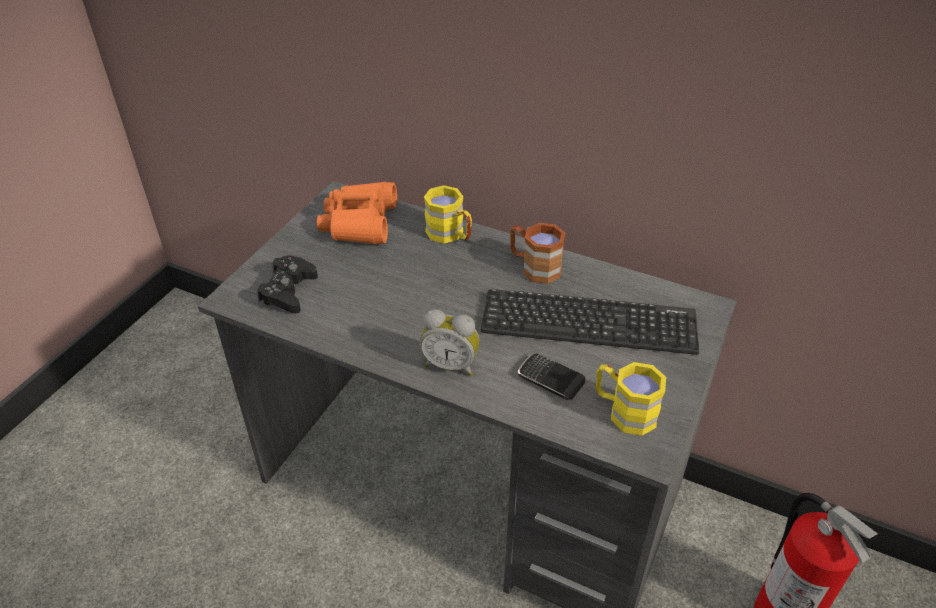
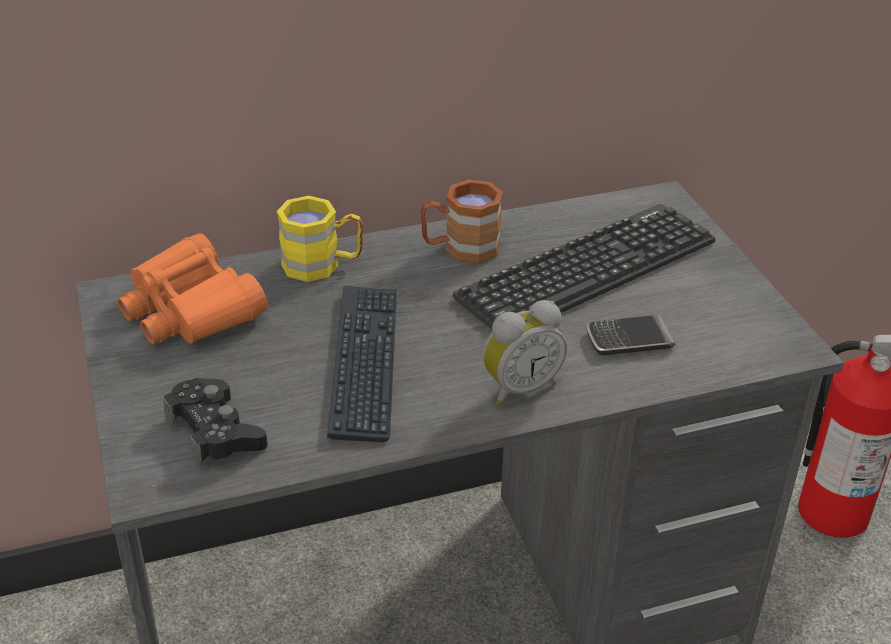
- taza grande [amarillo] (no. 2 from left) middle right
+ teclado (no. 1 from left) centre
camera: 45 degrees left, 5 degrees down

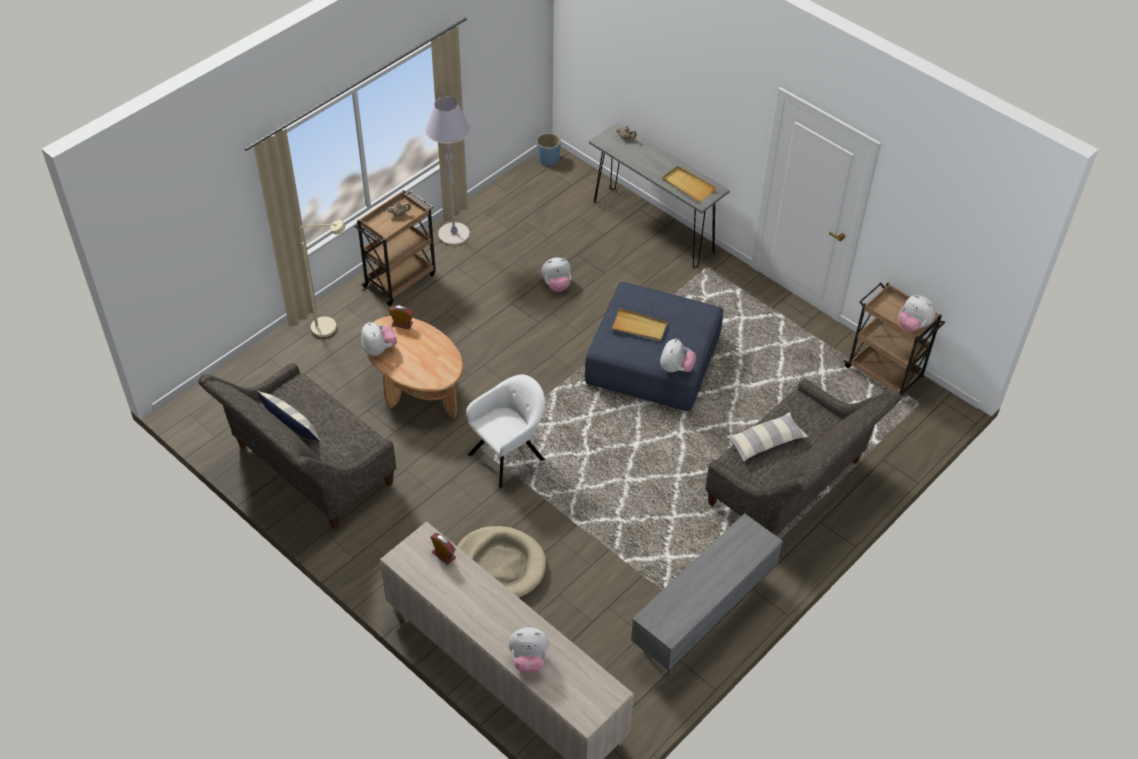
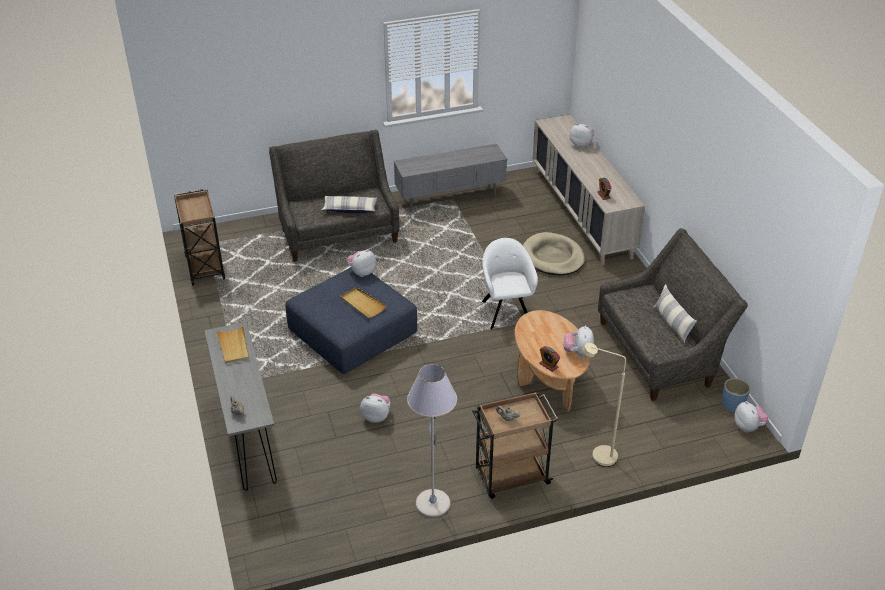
~ maceta [azul] top centre to bottom right
~ peluche (no. 5 from left) middle right to bottom right
~ sillón [blanco] centre = centre 90 degrees clockwise
camera: 150 degrees left, 10 degrees down

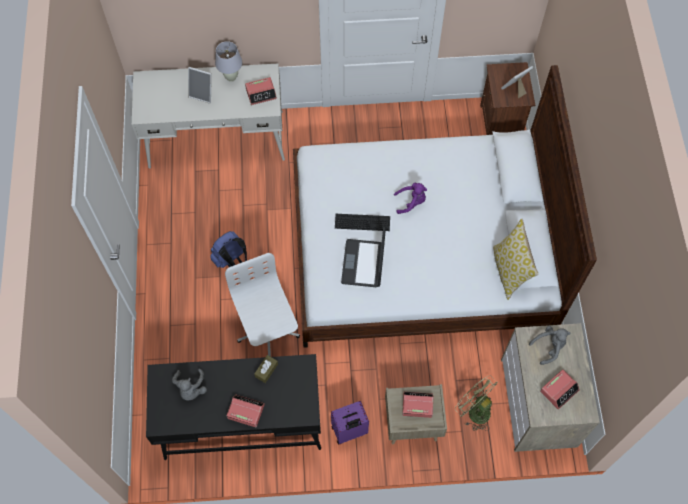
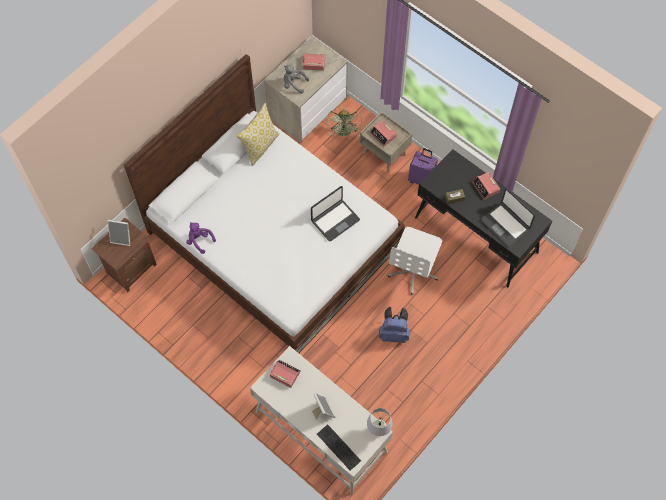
~ lámpara de mesa [blanco] top left to bottom centre
~ teclado centre to bottom centre
~ peluche [morado] centre to middle left
~ peluche [gris] (no. 1 from left) bottom left to portátil (no. 2 from left) middle right
camera: 135 degrees left, 0 degrees up

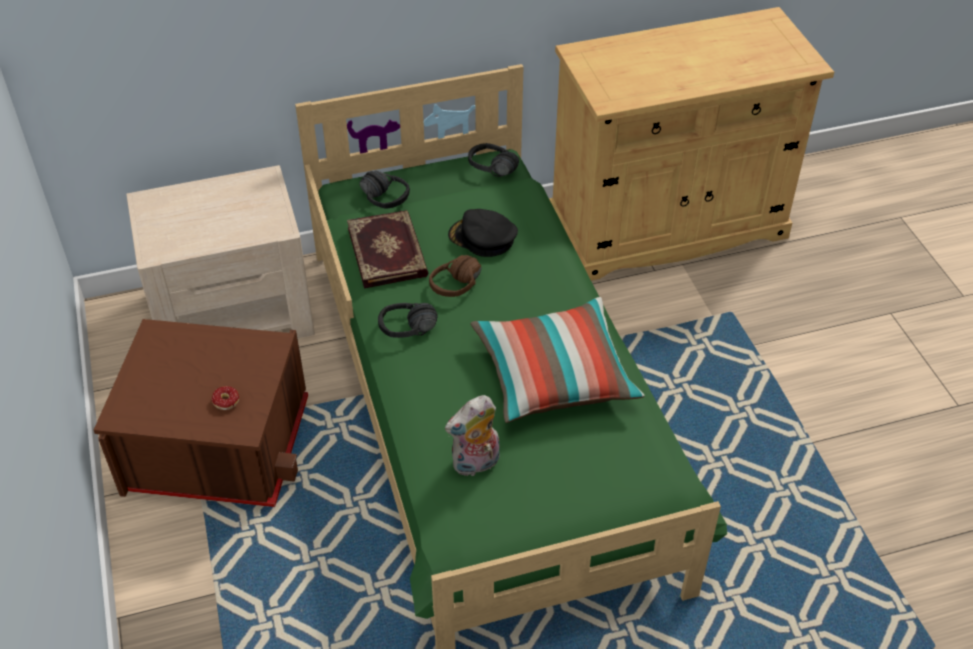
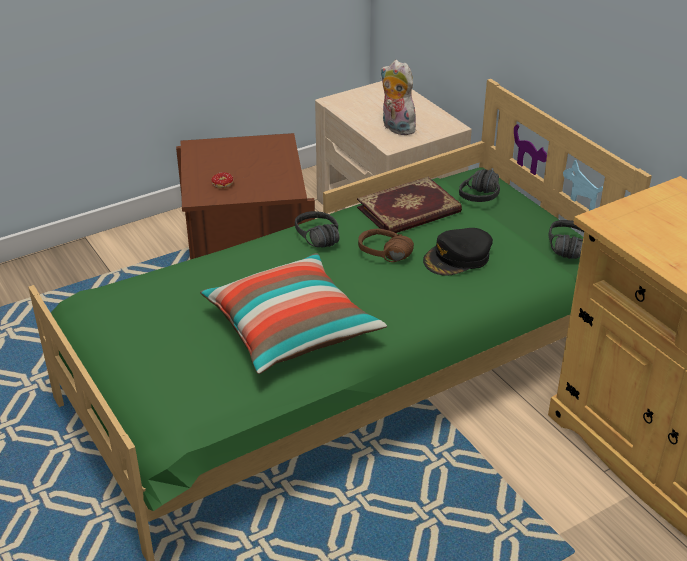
~ peluche bottom centre to top centre
~ gorra [negro] centre = middle right 135 degrees counterclockwise
camera: 75 degrees right, 10 degrees down

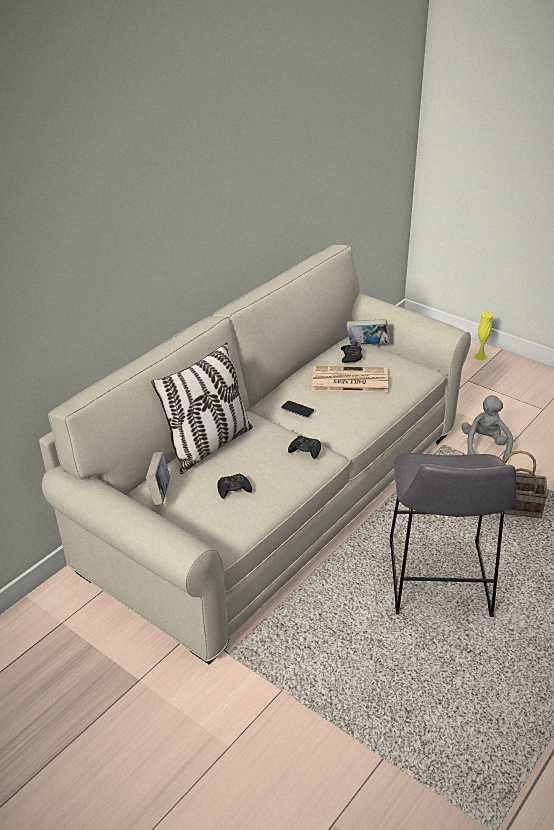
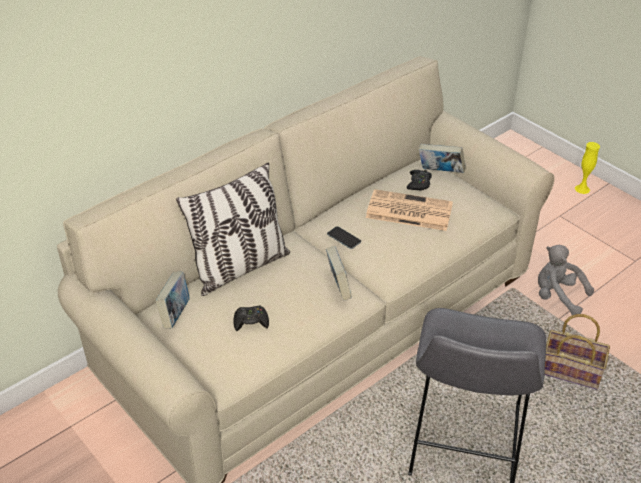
~ mando de consola [negro] (no. 2 from left) centre to libro (no. 2 from left) centre
~ peluche [gris] middle right = middle right 75 degrees counterclockwise
camera: 10 degrees right, 5 degrees up

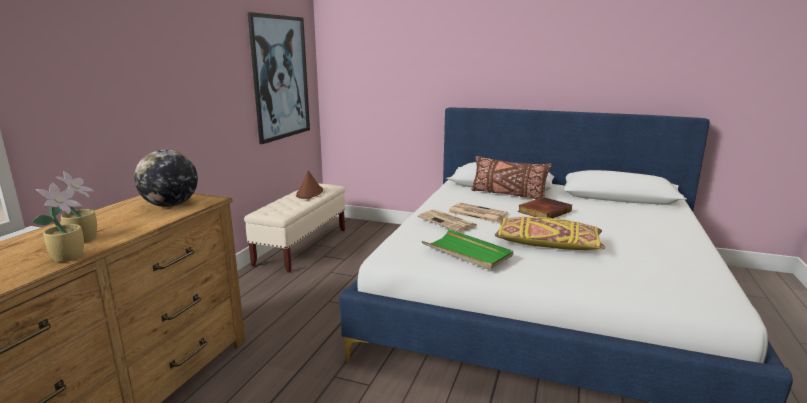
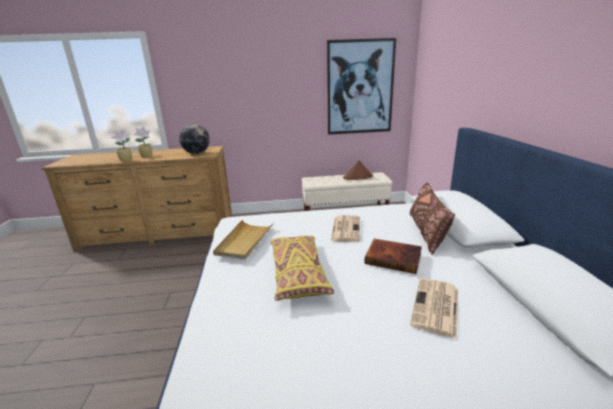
~ periódico (no. 1 from left in the first image) centre to periódico (no. 2 from left) bottom right
~ bandeja [verde] centre to bandeja [beis] centre
camera: 65 degrees right, 5 degrees up

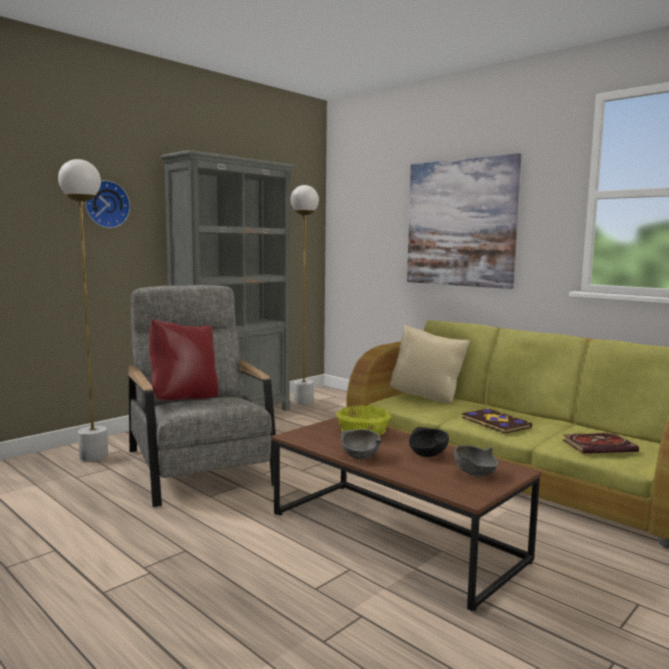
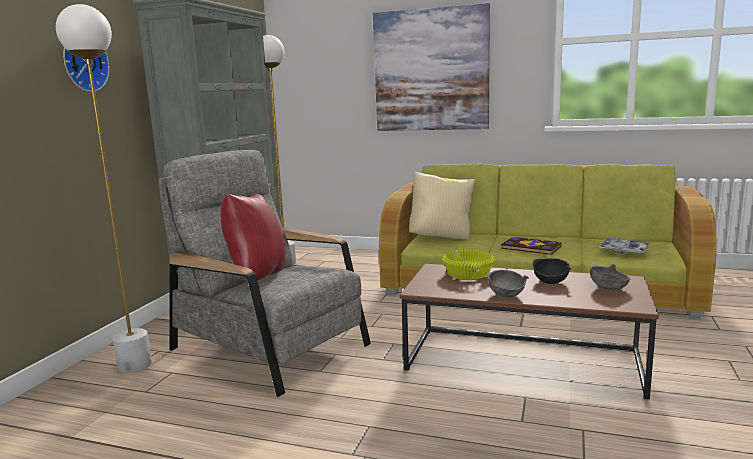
~ libro (no. 2 from left) middle right to bandeja middle right
camera: 25 degrees left, 5 degrees up

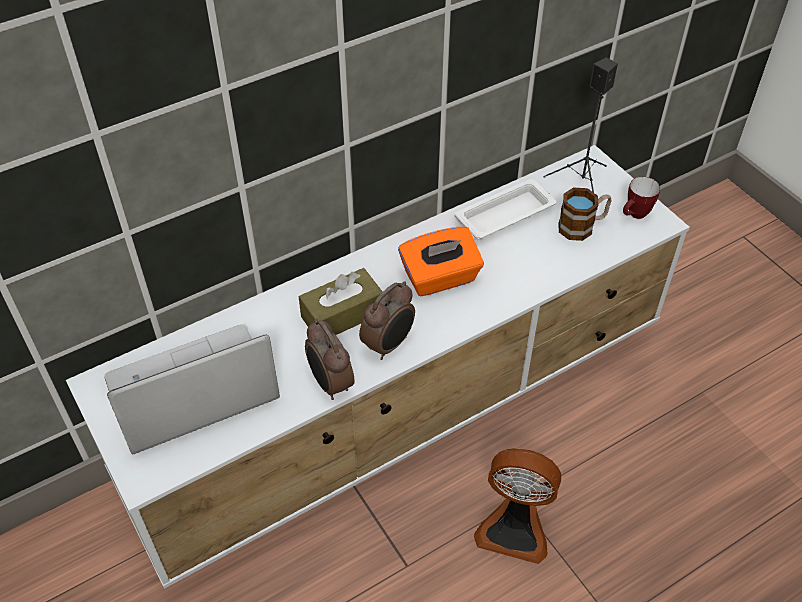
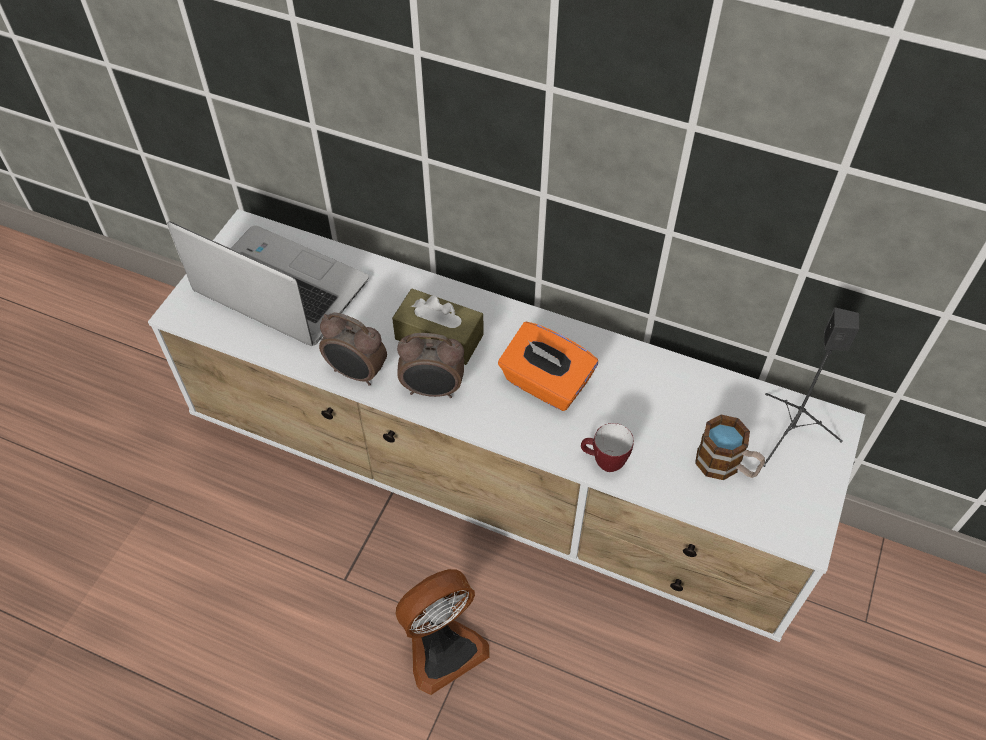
- bandeja [blanco] centre
~ taza grande (no. 2 from left in the first image) top right to taza grande (no. 1 from left) centre
~ despertador (no. 1 from left) centre = centre 90 degrees counterclockwise
~ ventilador bottom centre = bottom centre 105 degrees counterclockwise
camera: 55 degrees right, 5 degrees up

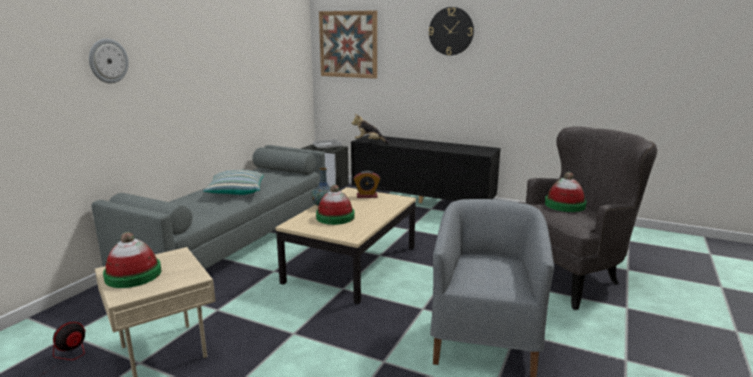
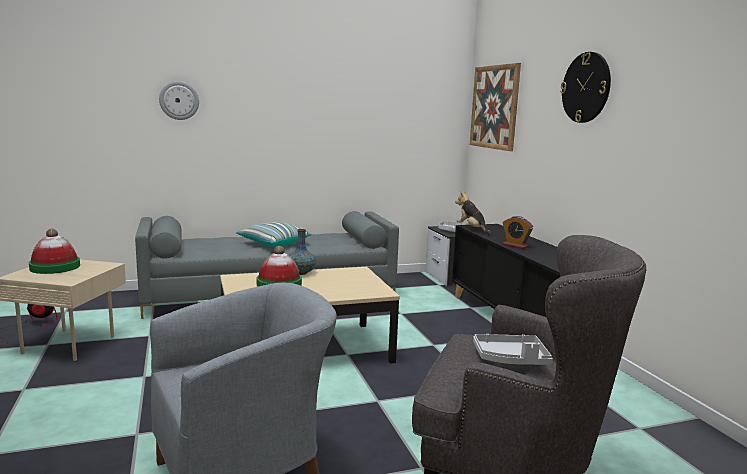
~ despertador centre to middle right
~ sombrero (no. 3 from left) middle right to bandeja [gris] (no. 2 from left) bottom right
camera: 45 degrees right, 5 degrees down

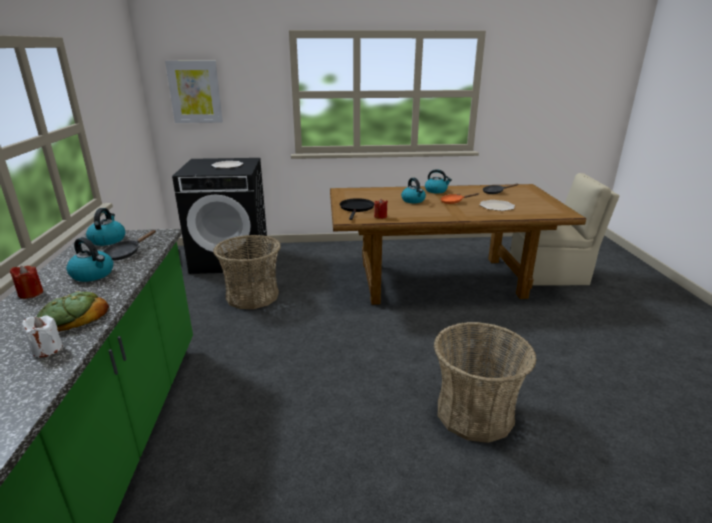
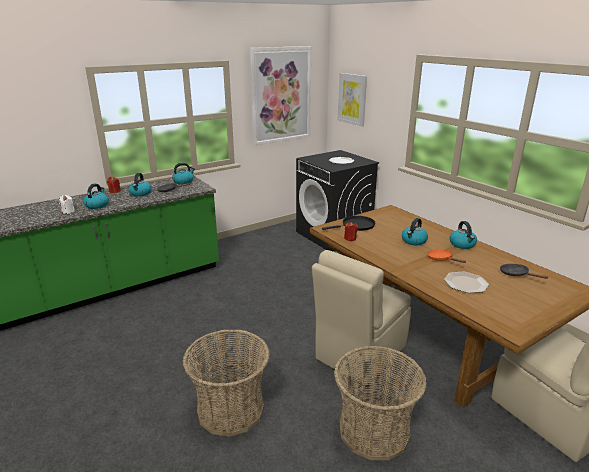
+ cuadro (no. 1 from left) top centre
+ silla [beis] (no. 1 from left) bottom centre
~ cesta (no. 1 from left in the first image) centre to cesta (no. 2 from left) bottom centre
~ pan middle left to hervidor (no. 1 from left) middle left
camera: 60 degrees right, 0 degrees up

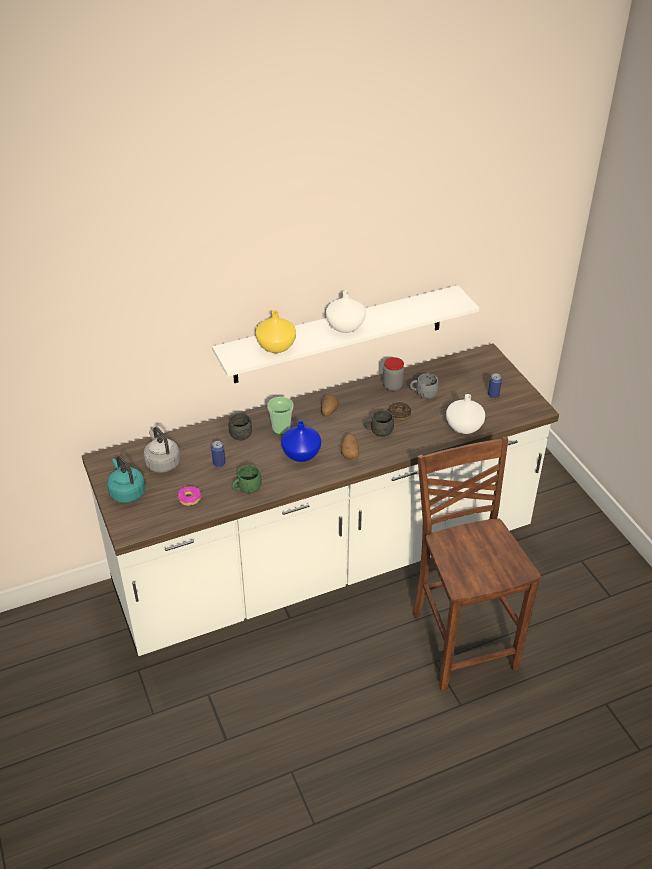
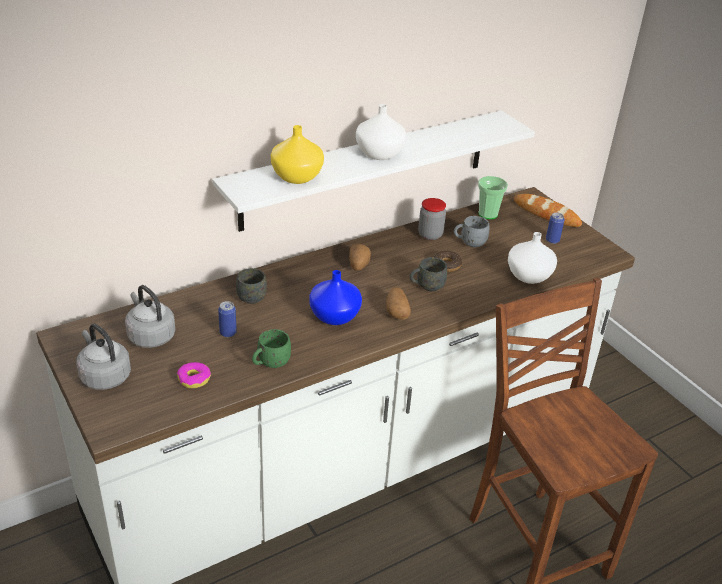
+ pan middle right
~ taza centre to middle right
~ hervidor [turquesa] middle left to hervidor [gris] (no. 1 from left) middle left
camera: 10 degrees left, 5 degrees down

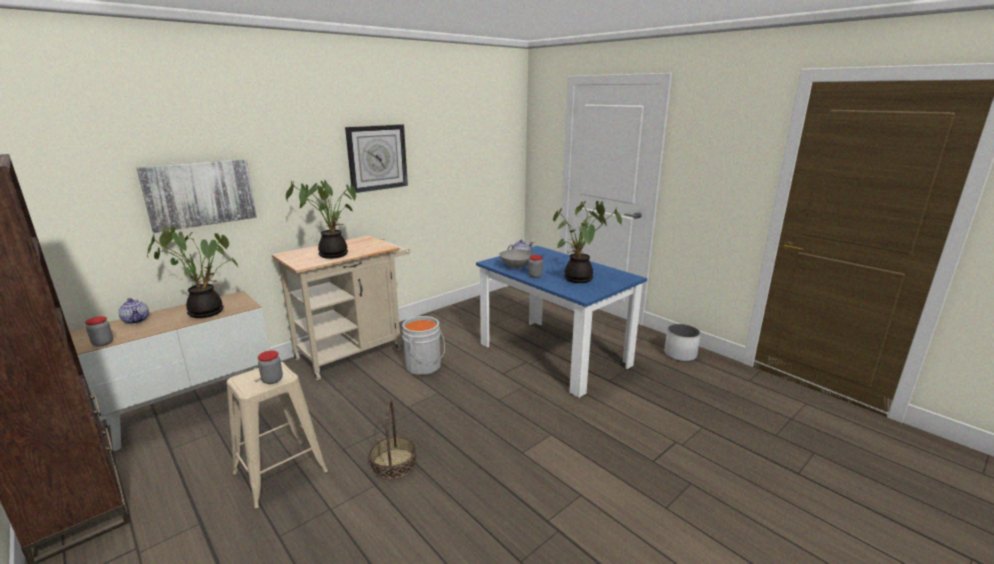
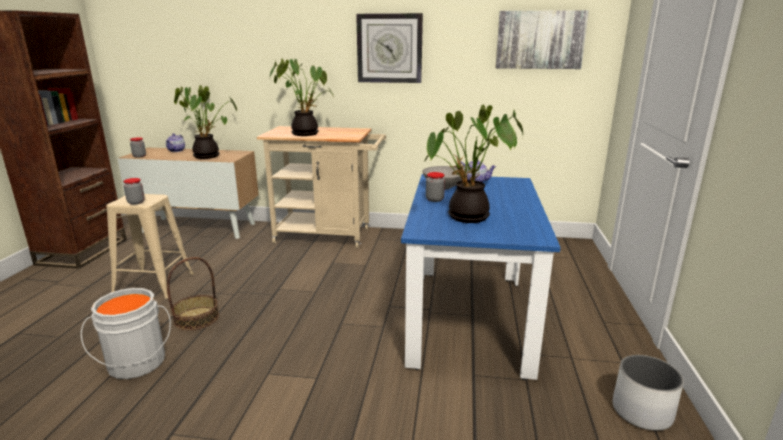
~ cuadro middle left to top right
~ cubo [gris] centre to bottom left
camera: 50 degrees right, 0 degrees up

